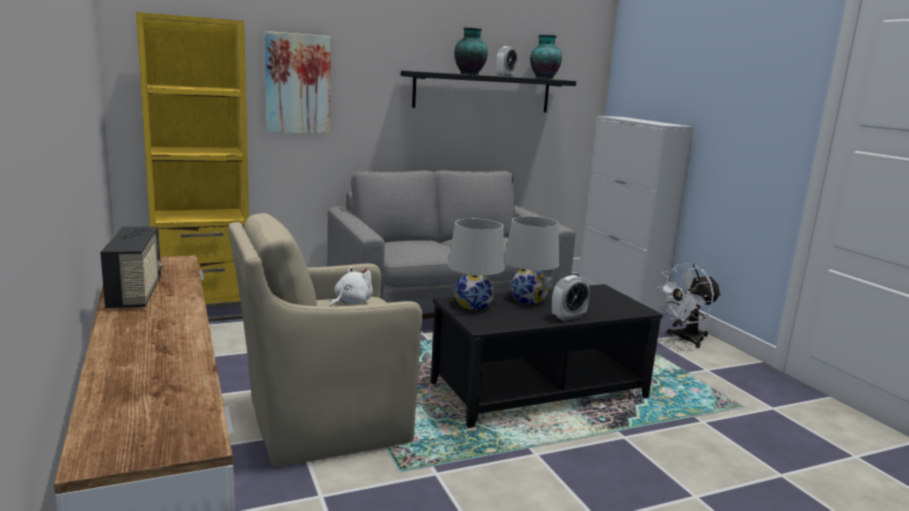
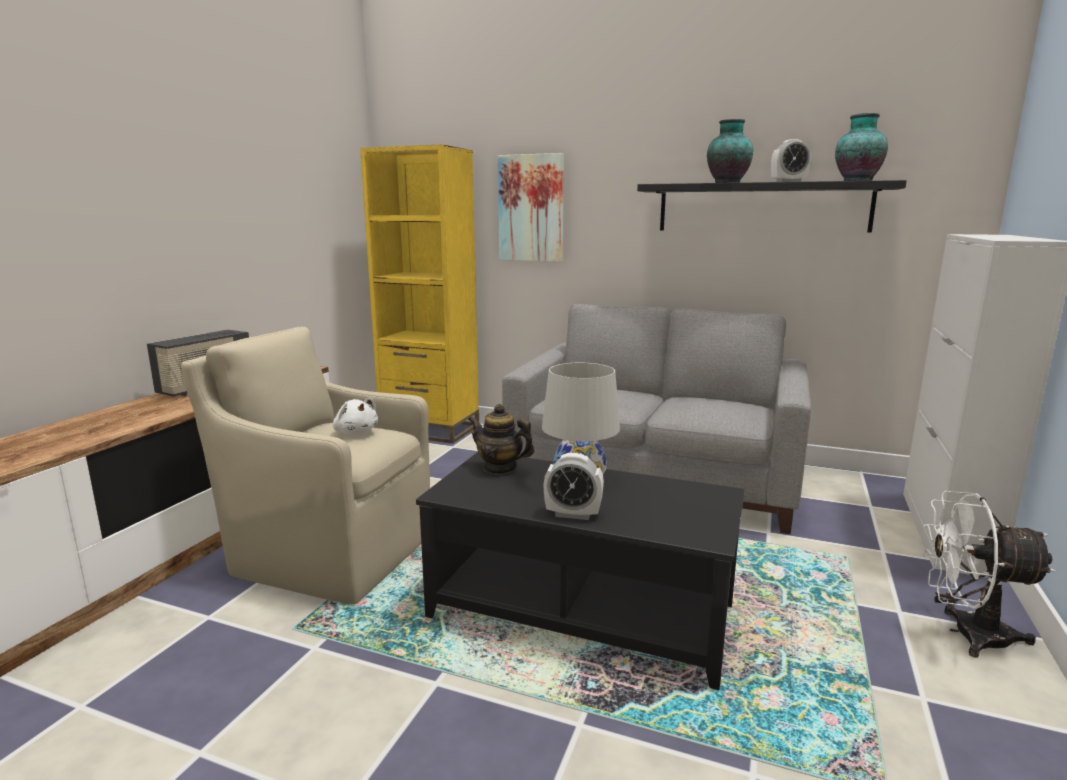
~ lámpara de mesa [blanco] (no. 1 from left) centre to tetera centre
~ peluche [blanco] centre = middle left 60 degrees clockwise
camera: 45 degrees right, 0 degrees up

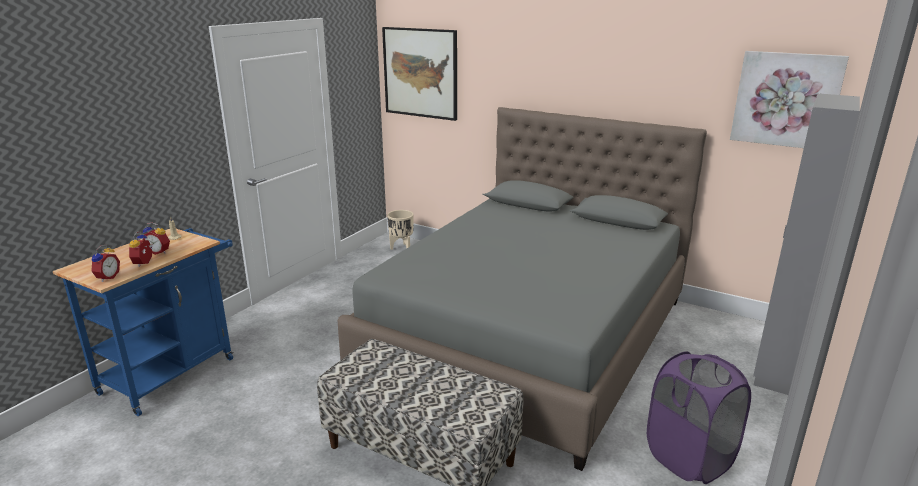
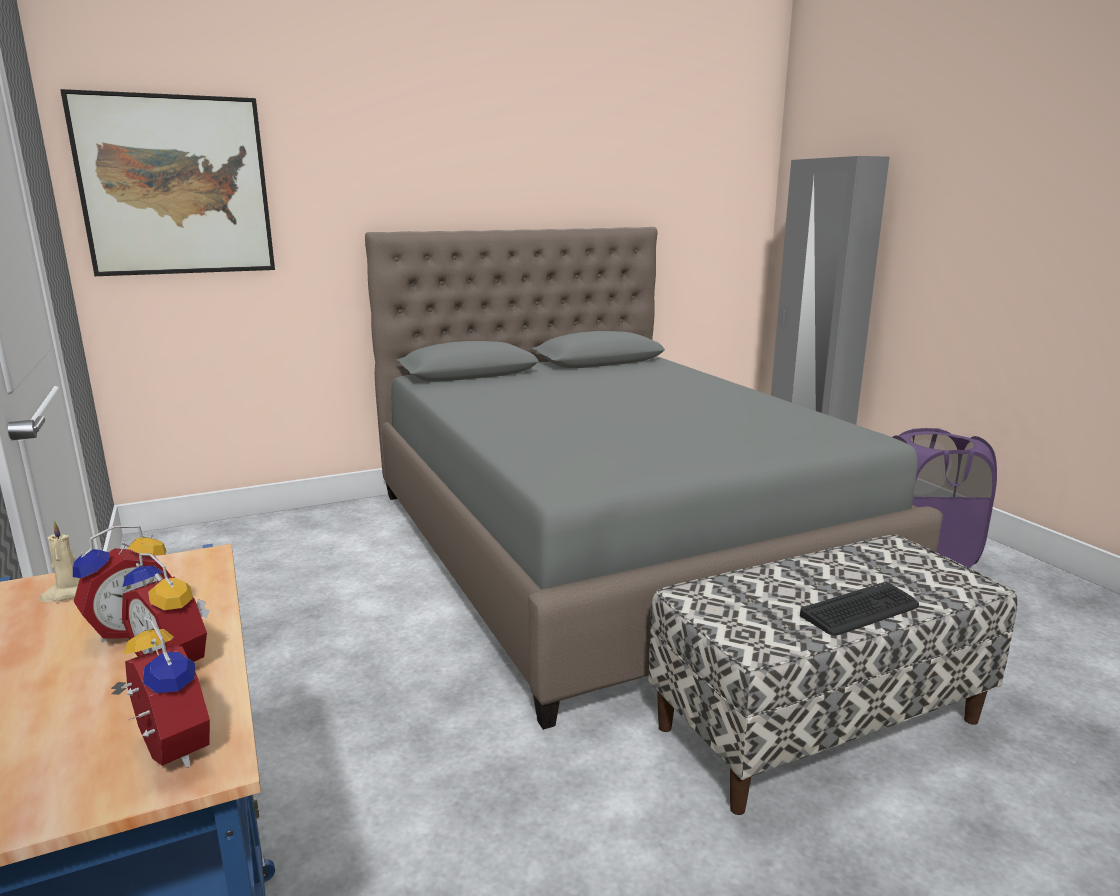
- maceta [beis] centre
- cuadro (no. 2 from left) top right
+ teclado bottom right
camera: 55 degrees left, 5 degrees down

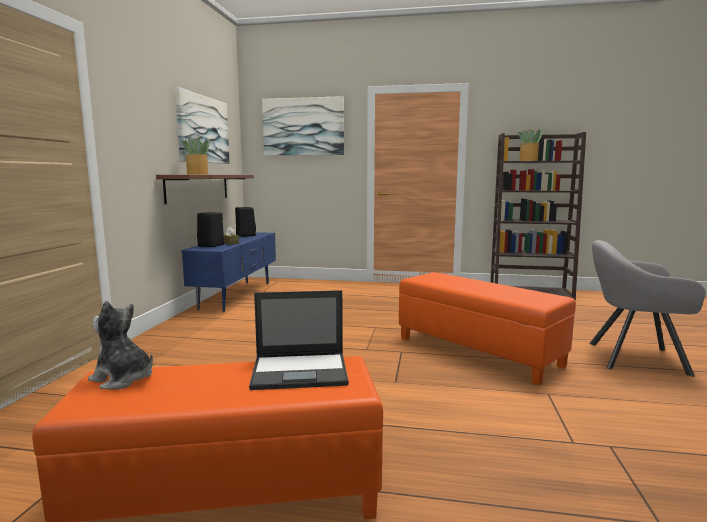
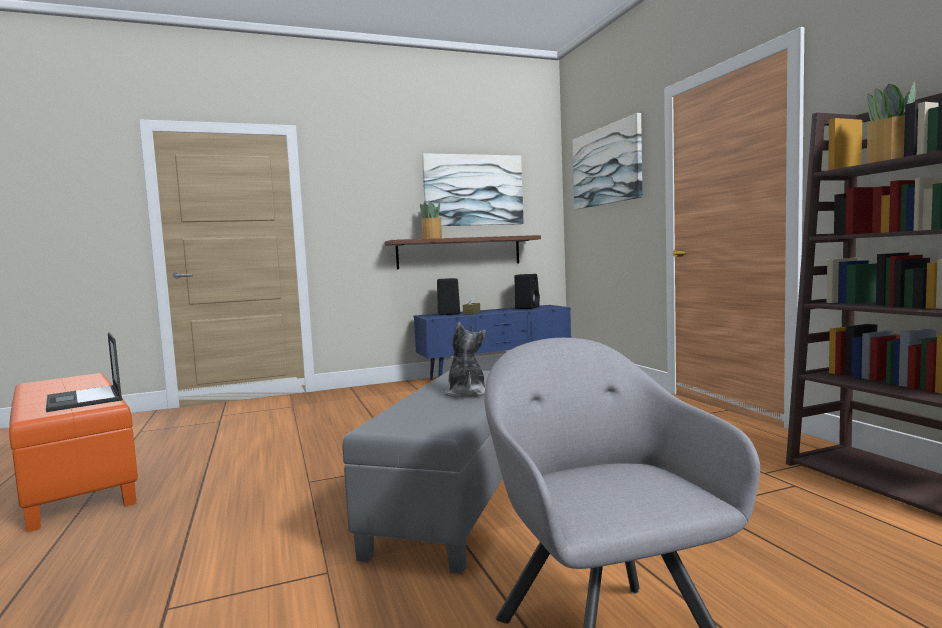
~ peluche middle left to centre
~ puf [naranja] (no. 2 from left) middle right to puf [gris] bottom centre
camera: 60 degrees right, 5 degrees down

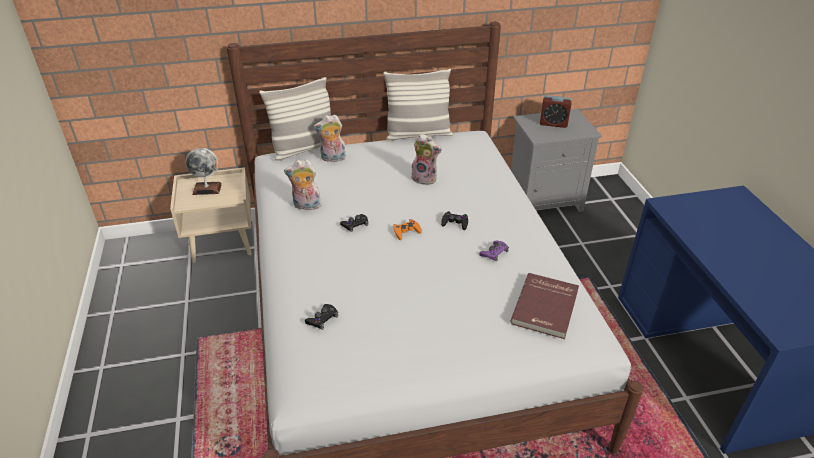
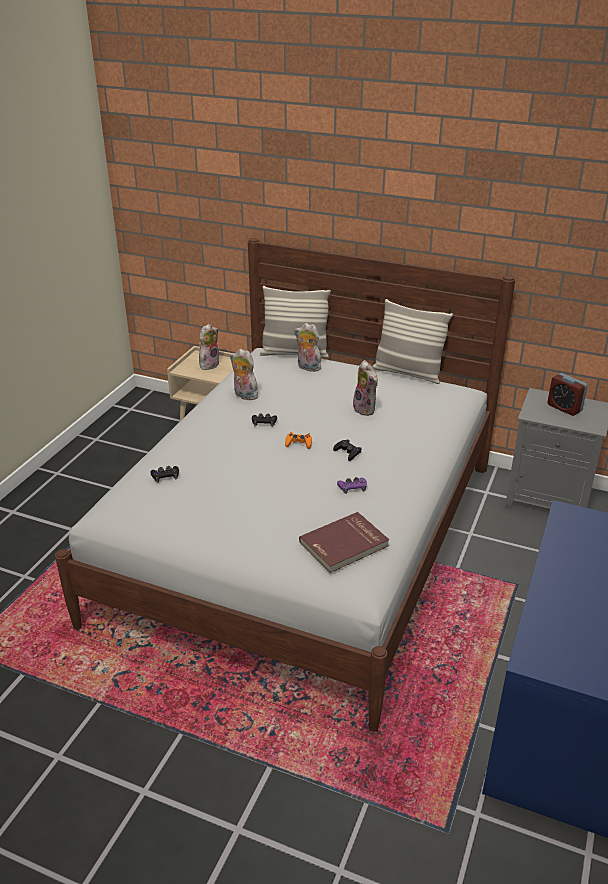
~ globo terráqueo middle left to peluche (no. 1 from left) centre
camera: 35 degrees right, 5 degrees down

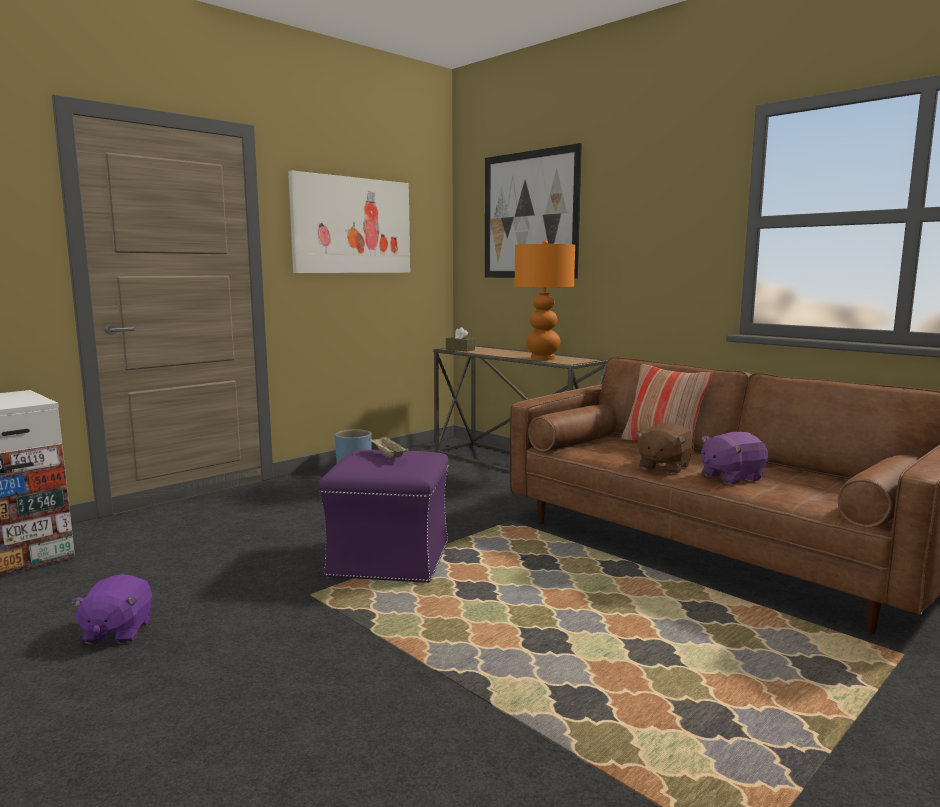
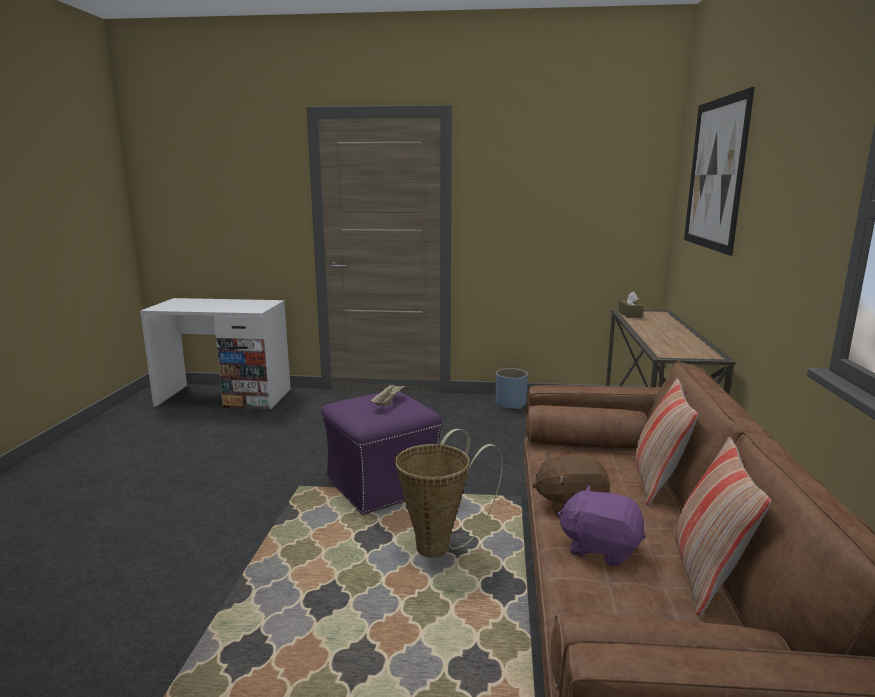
- peluche [morado] (no. 1 from left) bottom left
- cuadro (no. 1 from left) top centre
- lámpara de mesa [naranja] centre
+ cesta bottom centre
+ cojín (no. 2 from left) bottom right
camera: 50 degrees right, 5 degrees up

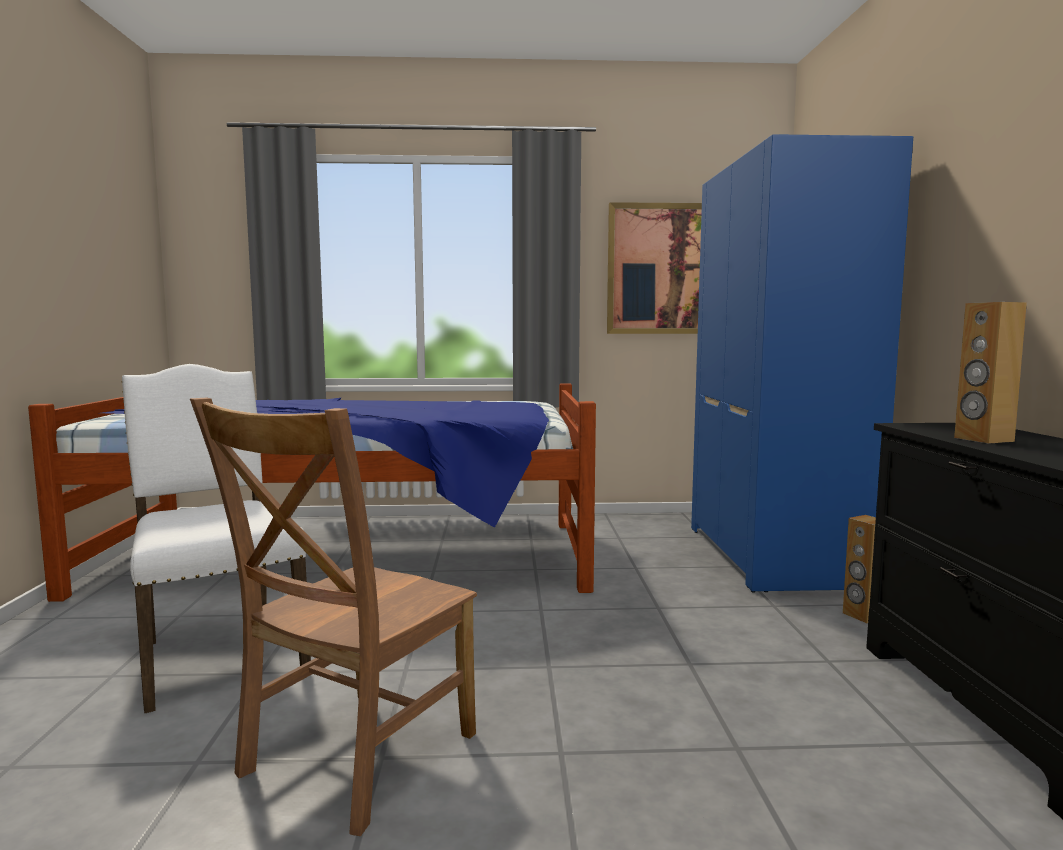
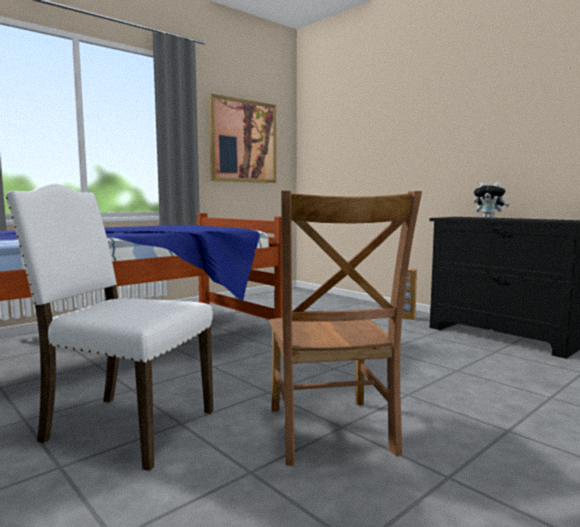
- armario ropero [azul] middle right
~ altavoz [marrón] (no. 2 from left) middle right to peluche middle right
camera: 40 degrees left, 0 degrees up

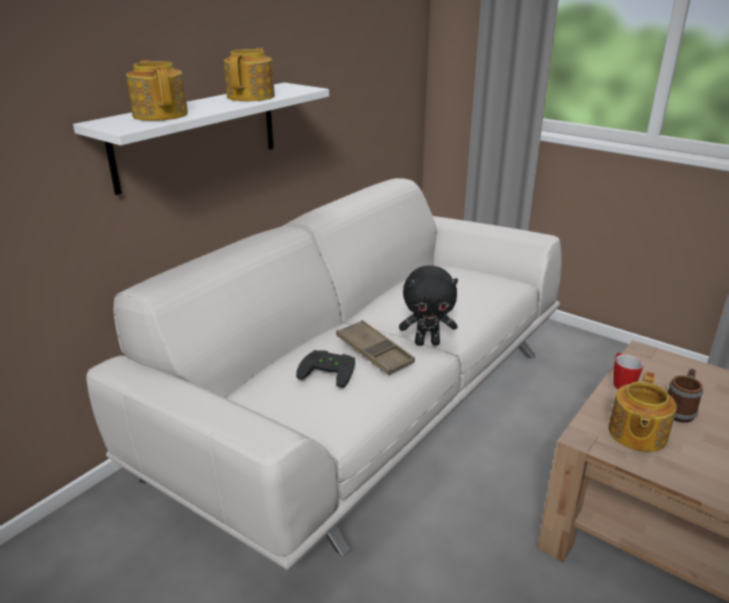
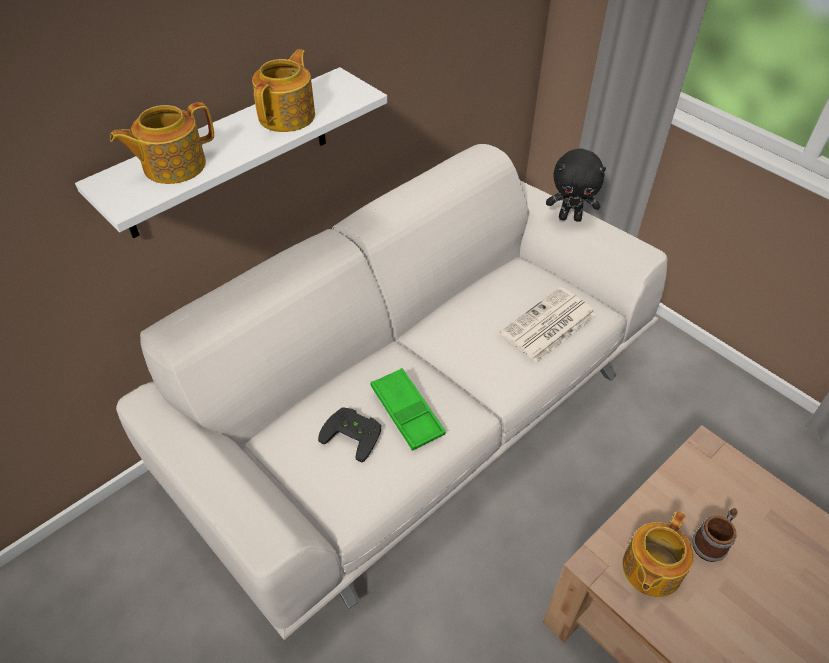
- taza grande (no. 1 from left) middle right
+ periódico centre
~ peluche [negro] centre to top right
~ bandeja [marrón] centre to bandeja [verde] centre
~ tetera (no. 1 from left) top left = top left 105 degrees counterclockwise
camera: 10 degrees right, 20 degrees up

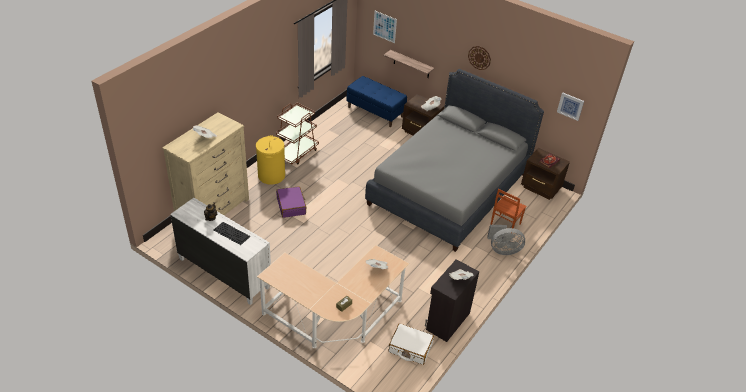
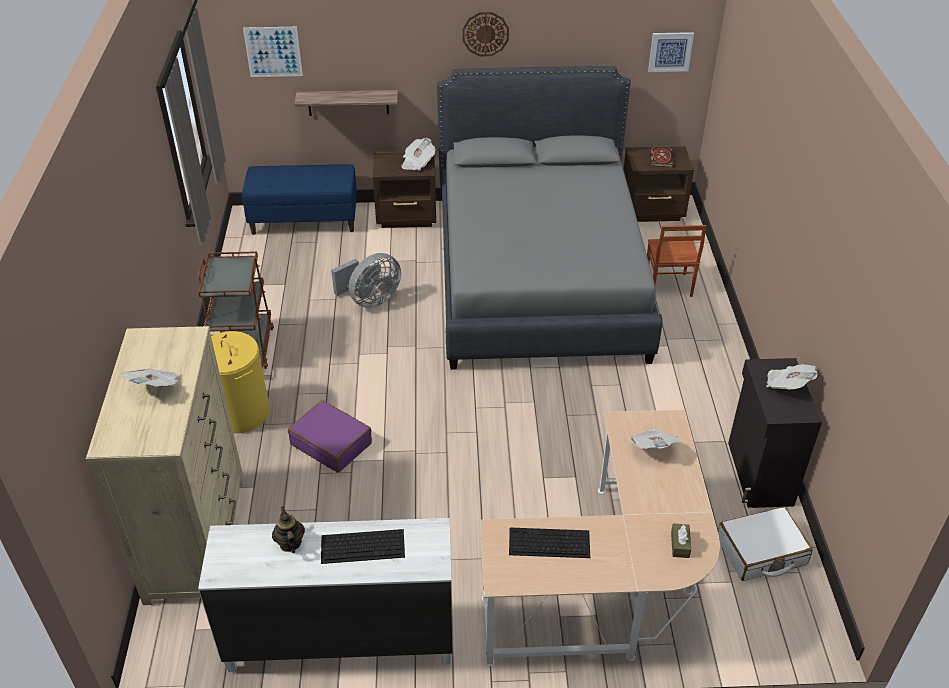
+ teclado (no. 2 from left) bottom centre
~ ventilador [gris] middle right to centre
camera: 35 degrees left, 0 degrees up

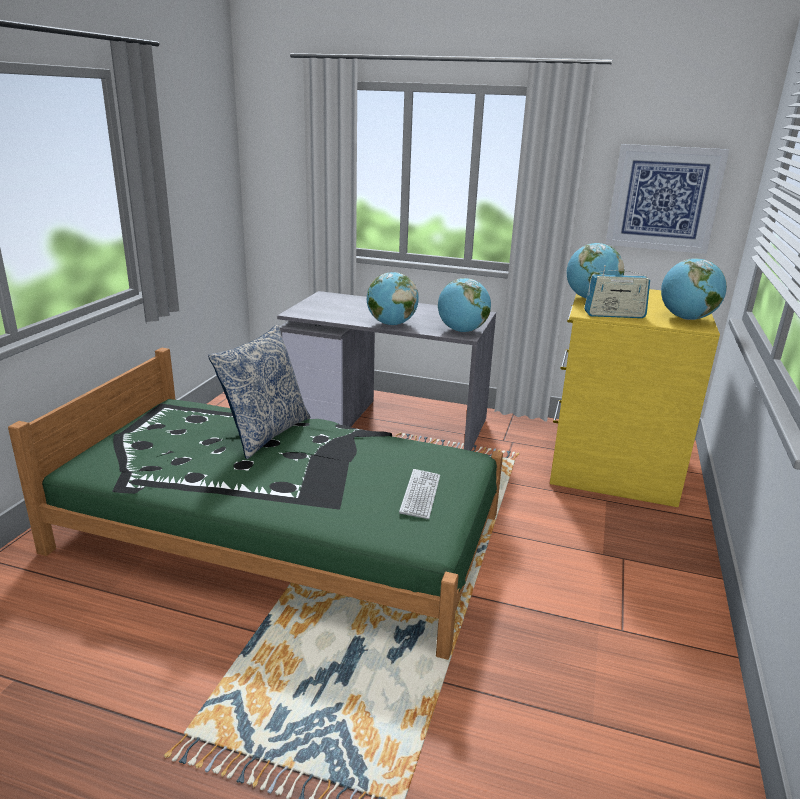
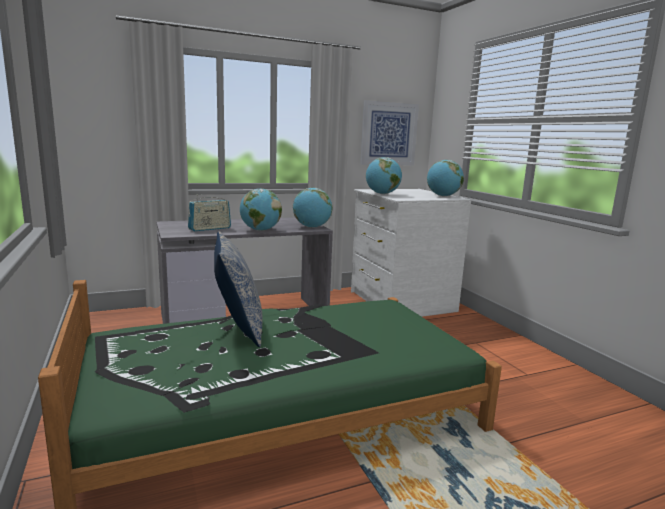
- teclado centre
~ radio middle right to middle left
~ cómoda [amarillo] middle right to cómoda [blanco] centre
camera: 40 degrees left, 10 degrees down

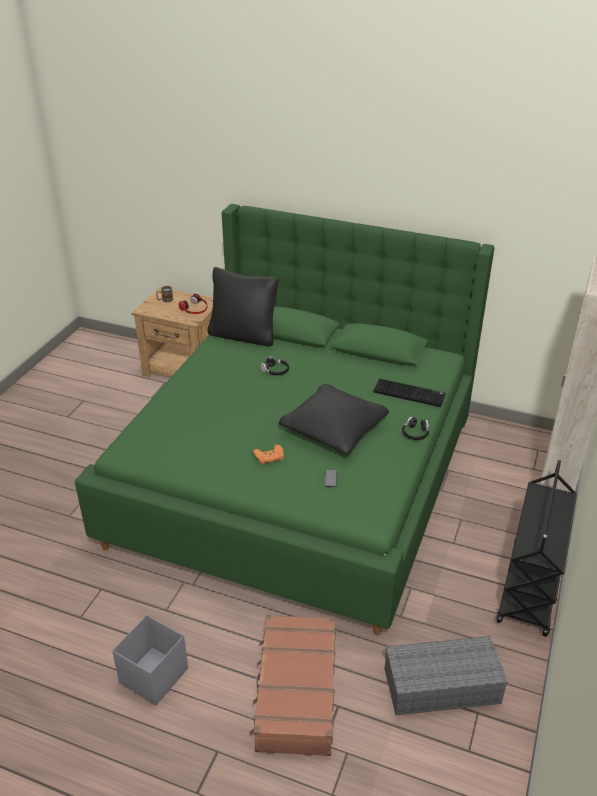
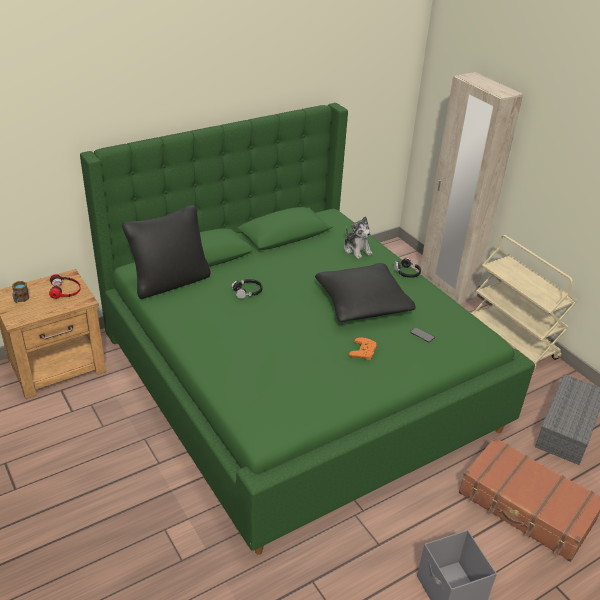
~ teclado middle right to peluche centre
~ carrito [negro] bottom right to carrito [beis] middle right
camera: 55 degrees left, 0 degrees up

